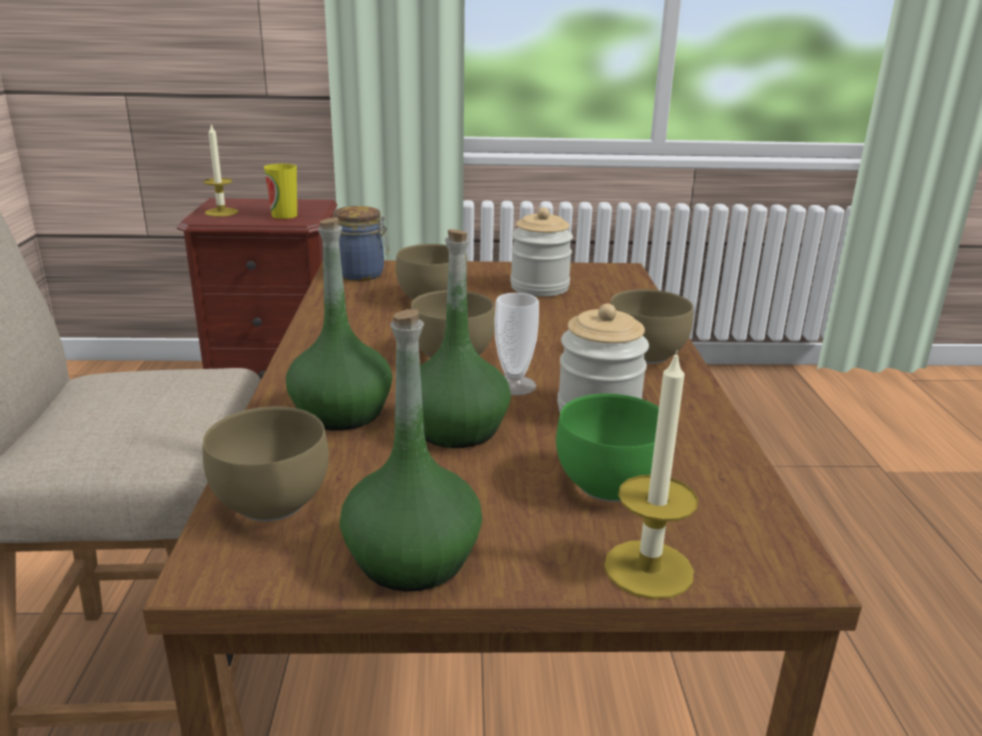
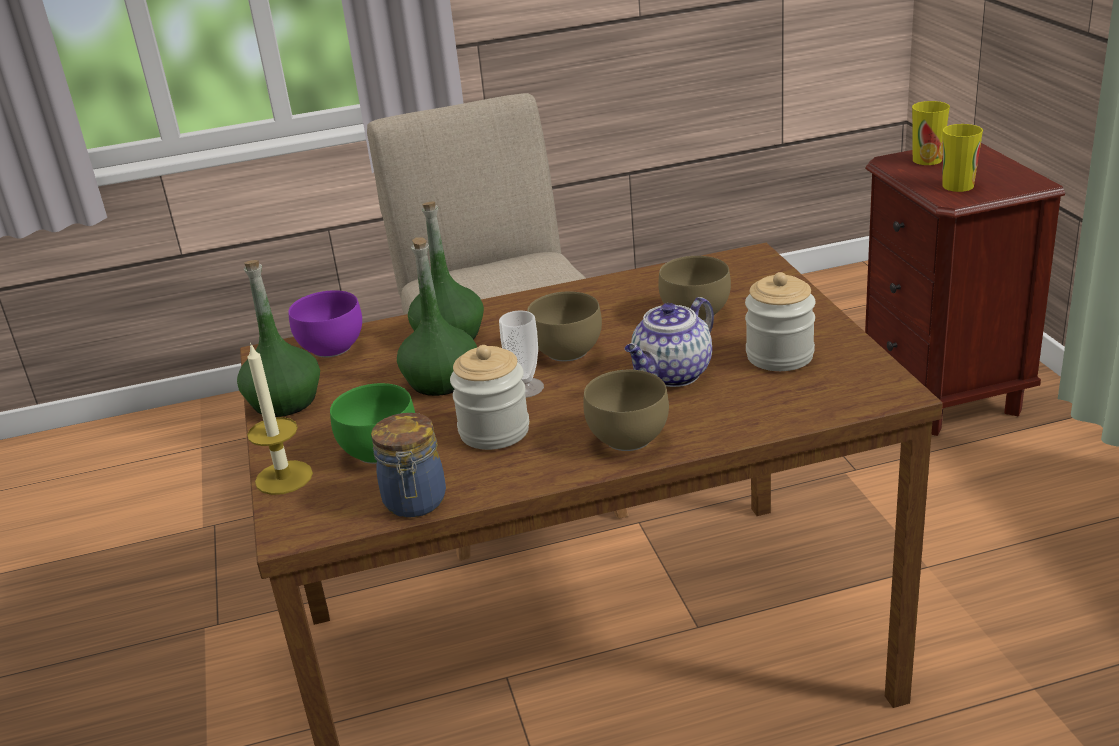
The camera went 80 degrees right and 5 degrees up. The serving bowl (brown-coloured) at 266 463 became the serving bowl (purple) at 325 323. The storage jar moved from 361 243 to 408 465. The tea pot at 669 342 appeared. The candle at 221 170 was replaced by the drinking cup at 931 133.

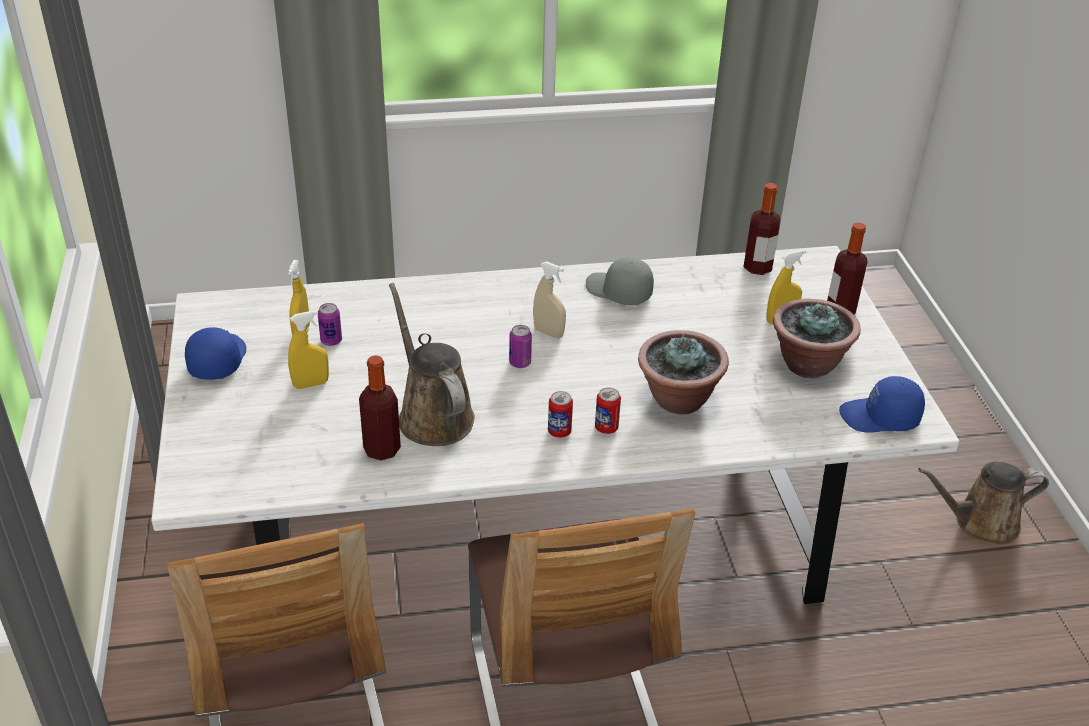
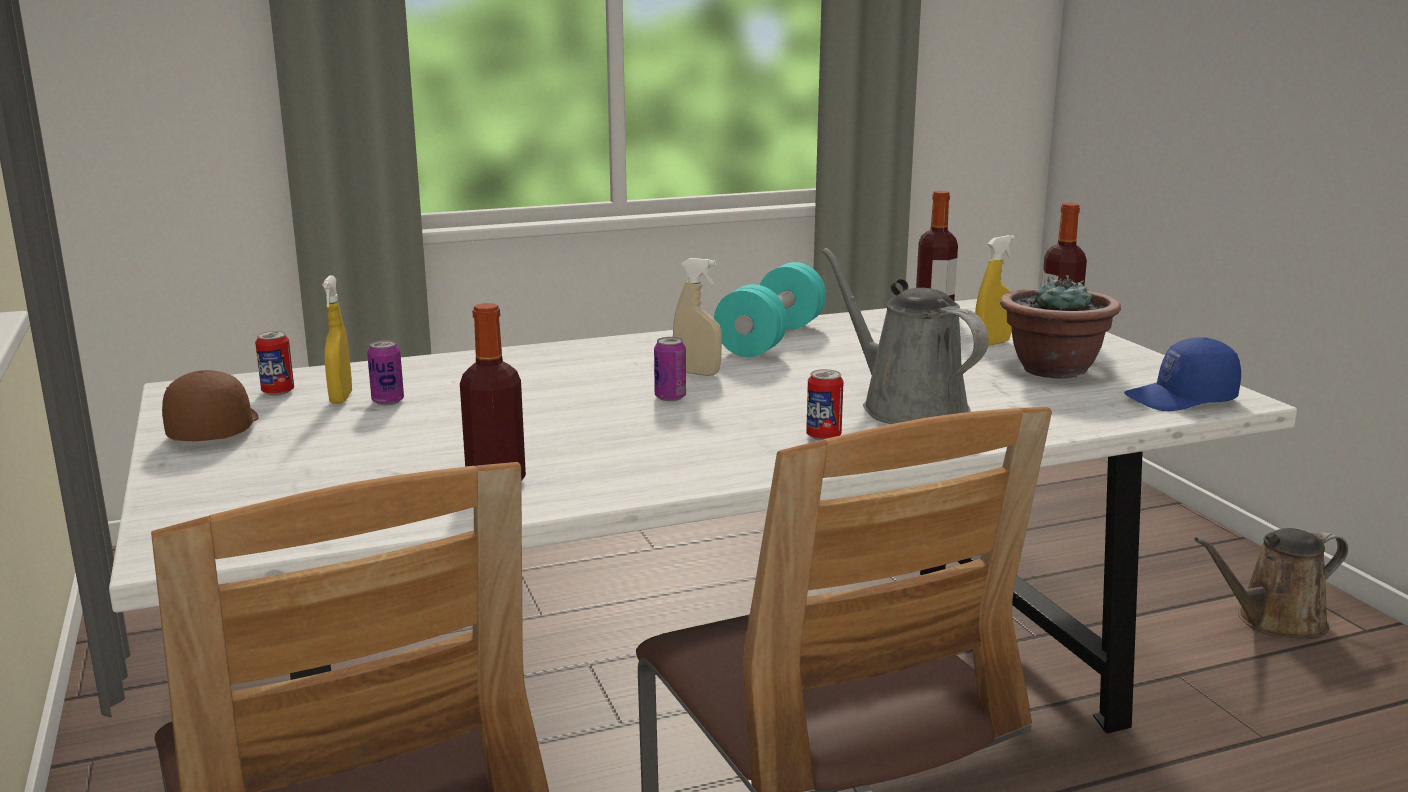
The camera went 10 degrees left and 20 degrees down. The peaked cap (bluish) at 215 353 became the peaked cap (brown-coloured) at 210 405. The sealed can moved from 560 414 to 274 363. The peaked cap (greyish) at 620 281 was replaced by the dumbbell (turquoise) at 770 309. The houseplant at 683 372 was replaced by the watering can (greyish) at 905 336. The hand sprayer (yellowish) at 308 350 disappeared. The watering can (brown-coloured) at 432 364 disappeared.

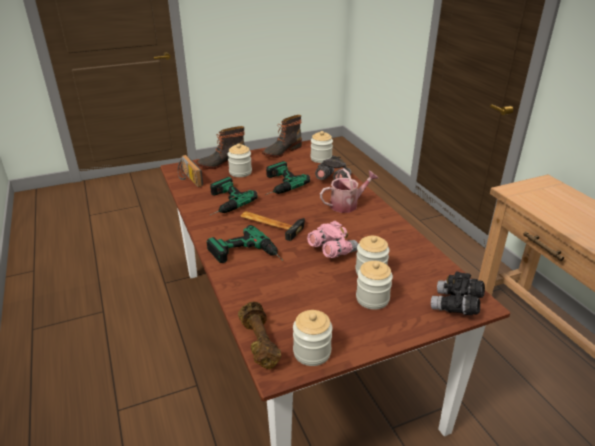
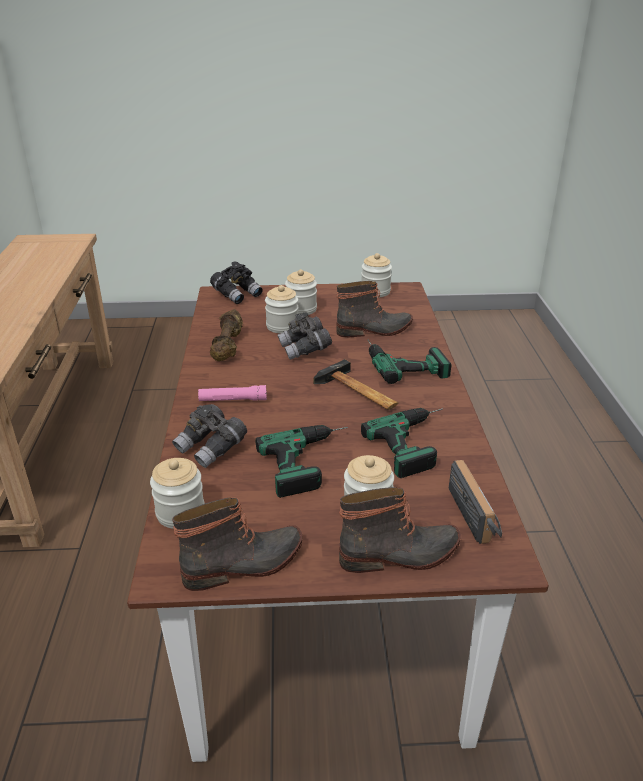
The camera went 160 degrees left and 0 degrees up. The watering can at 349 190 was replaced by the hand torch (pinkish) at 232 393. The dumbbell (brown-coloured) moved from 259 335 to 226 335. The field glasses (pinkish) at 332 239 became the field glasses (greyish) at 304 336. The high-top boot at 374 309 appeared.

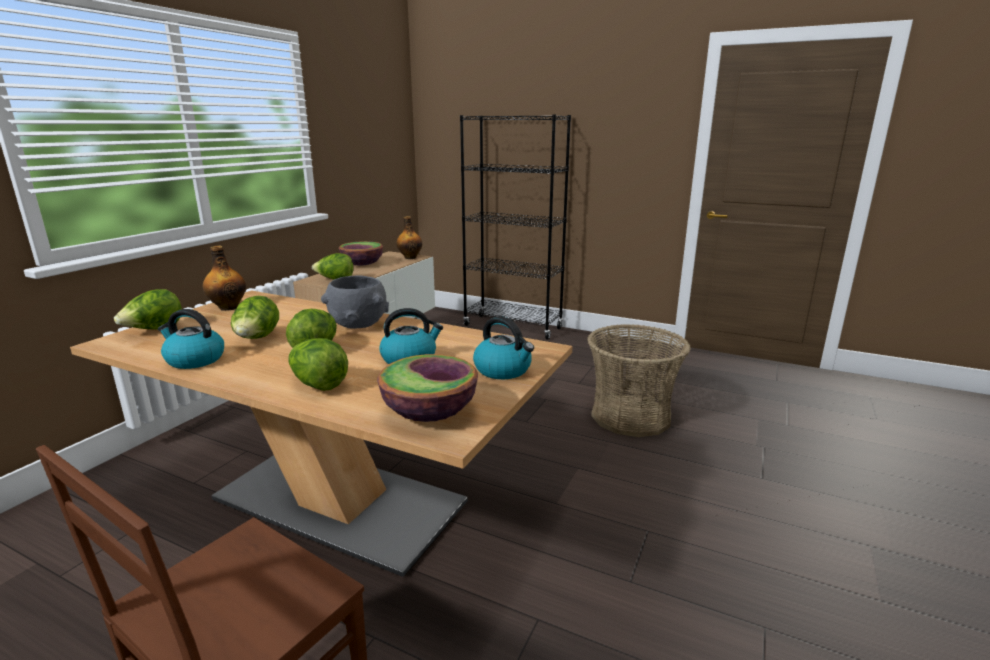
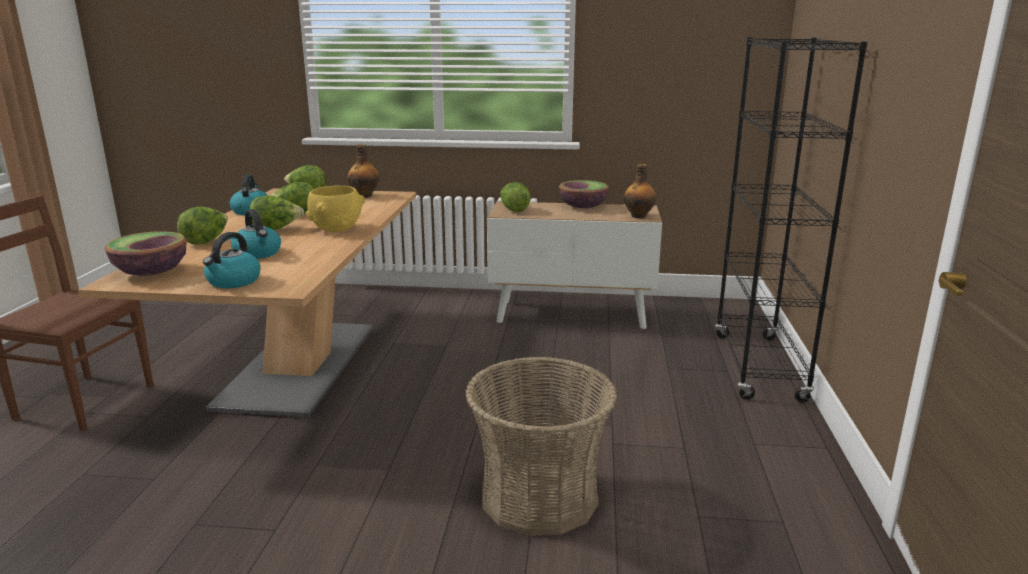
The camera went 70 degrees right and 0 degrees up. The serving bowl (greyish) at 355 302 became the serving bowl (yellowish) at 335 208.

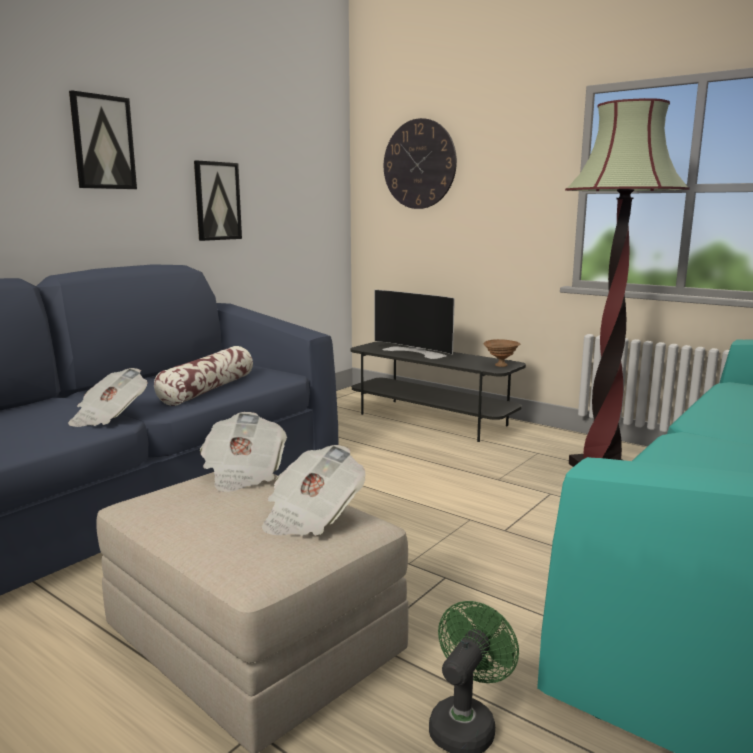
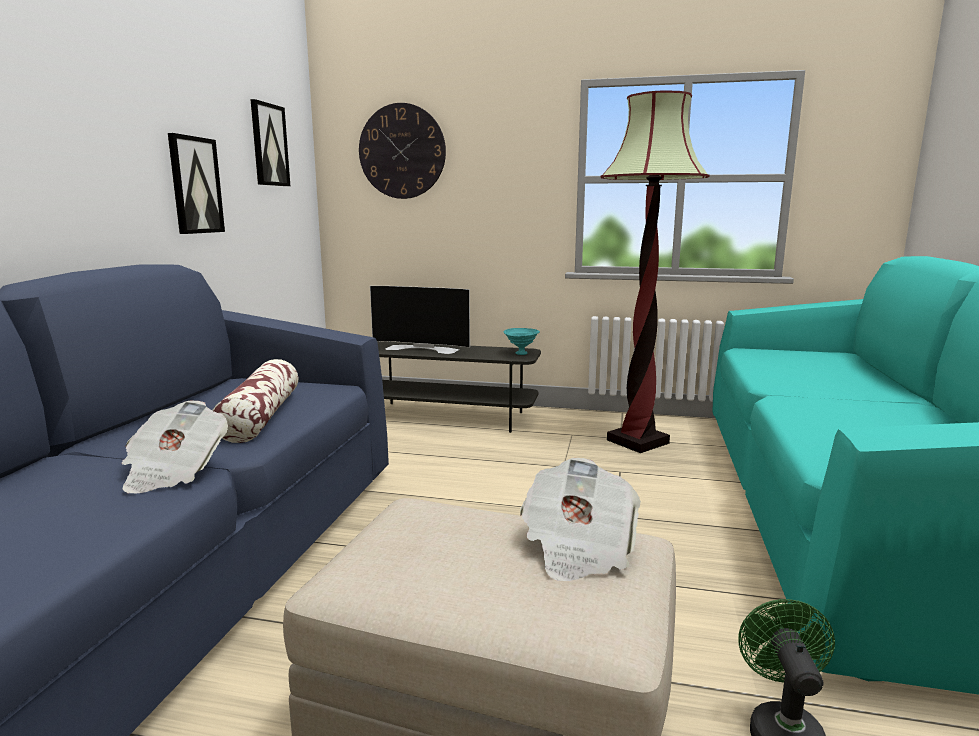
The camera went 25 degrees left and 0 degrees up. The picture moved from 103 139 to 270 142. The serving bowl (brown-coloured) at 501 353 became the serving bowl (turquoise) at 522 341. The daily paper at 243 452 disappeared.

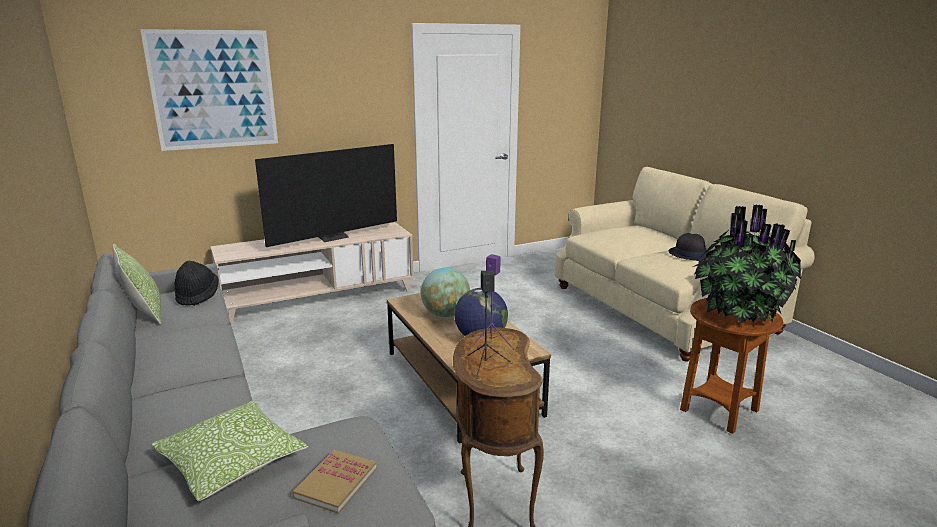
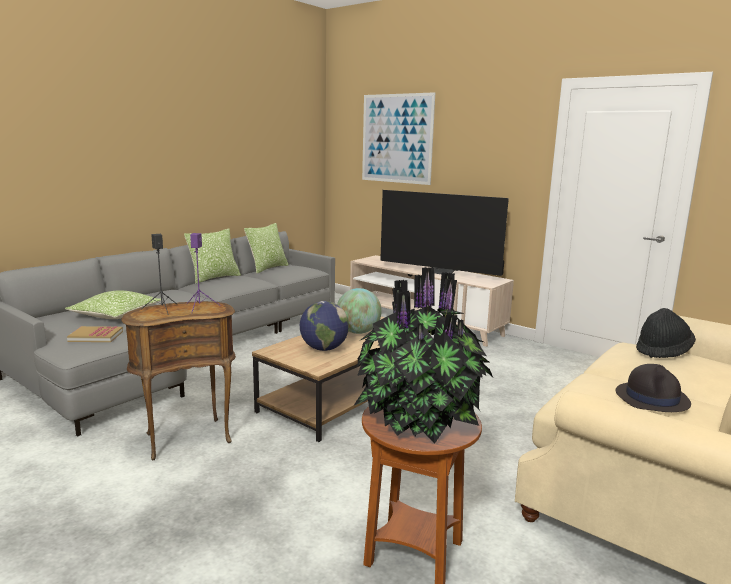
The camera went 65 degrees right and 5 degrees down. The cushion at 212 256 appeared. The hat (blackish) moved from 197 283 to 666 333.

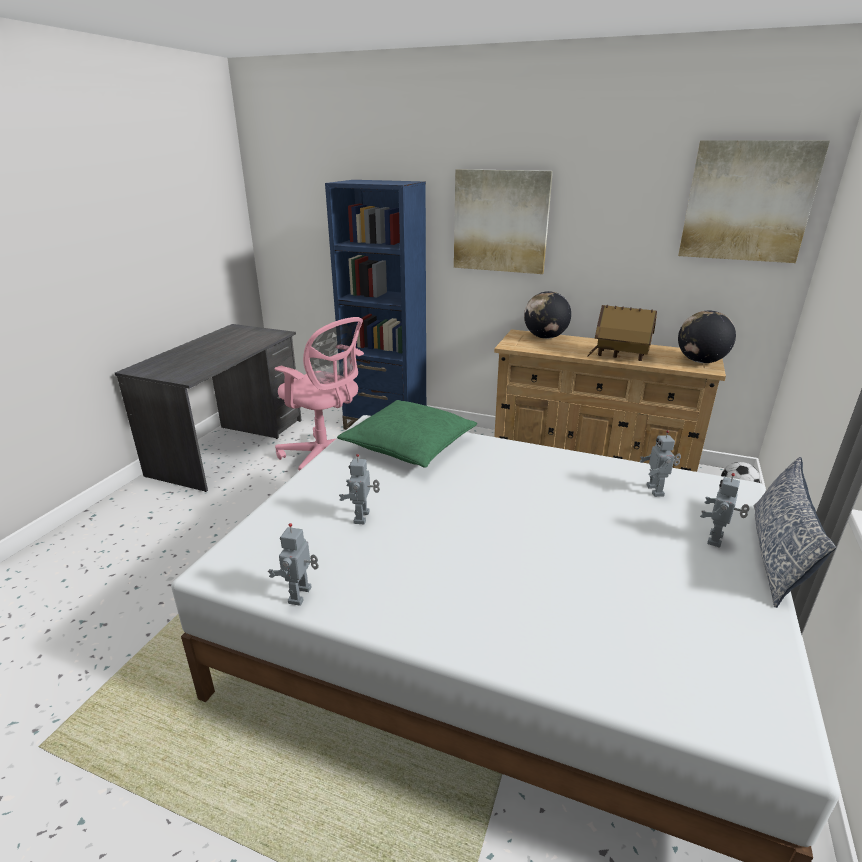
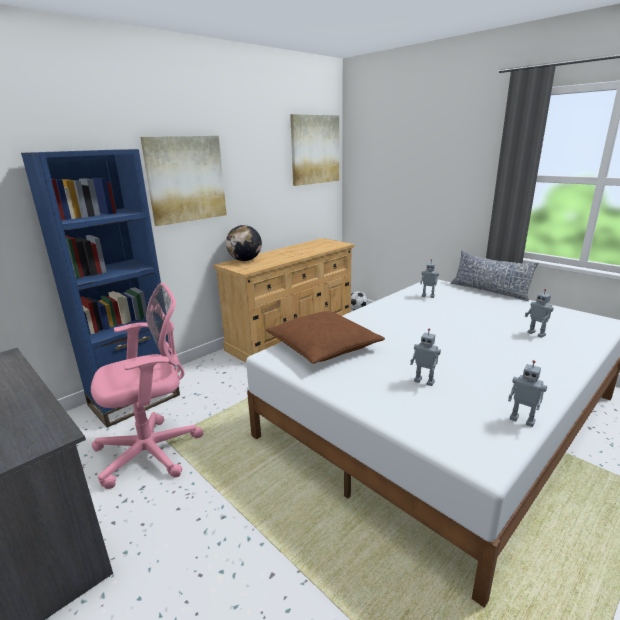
The camera went 65 degrees left and 5 degrees down. The cushion (green) at 407 434 became the cushion (brown-coloured) at 325 337. The robot figure moved from 725 510 to 539 313. The model house at 622 333 disappeared. The world globe at 707 336 disappeared.

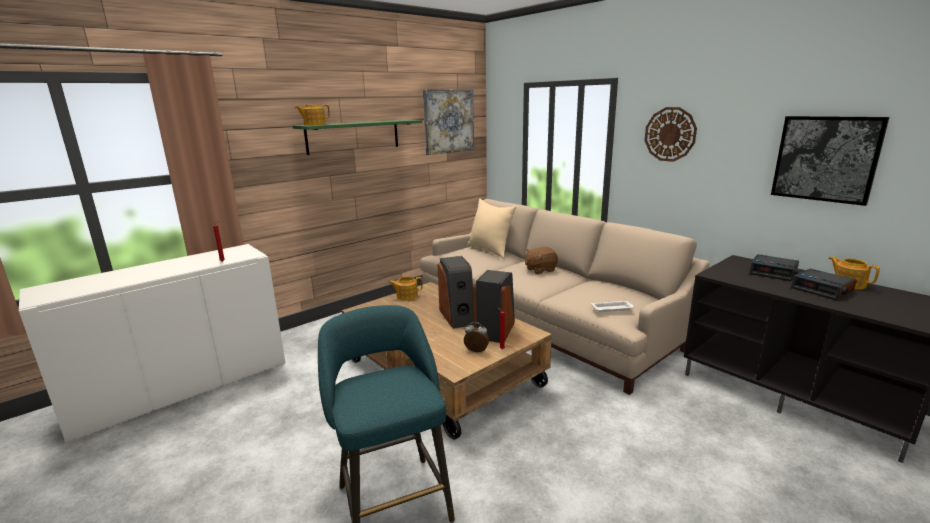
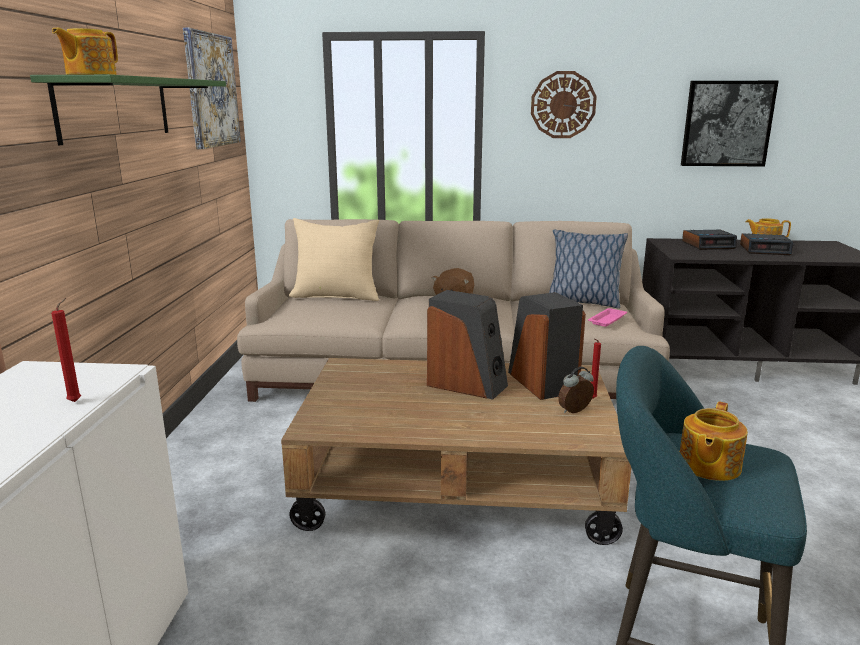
The camera went 45 degrees left and 0 degrees up. The cushion at 588 269 appeared. The tray (white-coloured) at 612 306 became the tray (pinkish) at 607 317. The tea pot moved from 406 288 to 714 441.

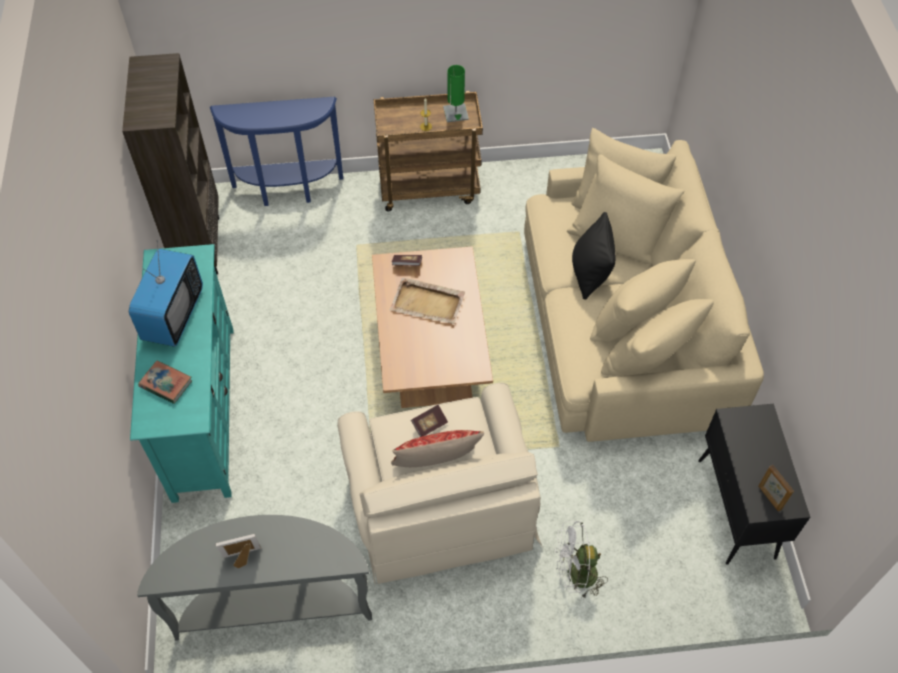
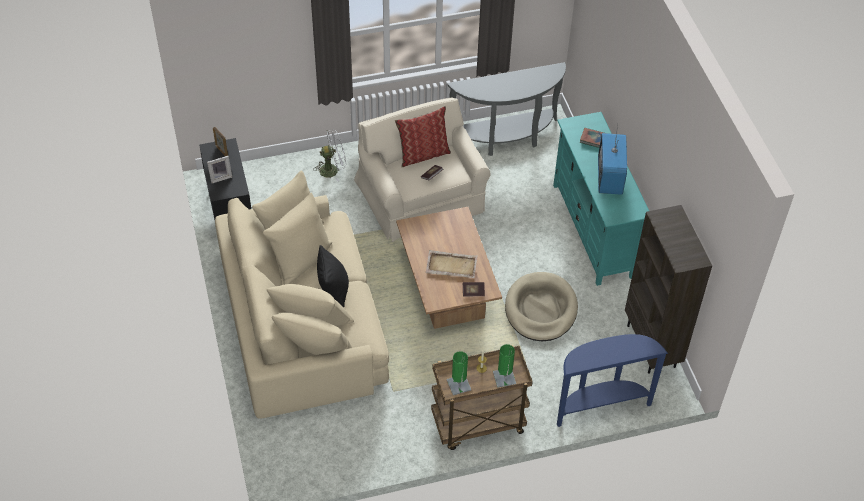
The camera went 170 degrees right and 5 degrees down. The photo frame moved from 238 551 to 219 169. The table lamp (green) at 504 366 appeared. The pet bed (beige-coloured) at 541 306 appeared.

